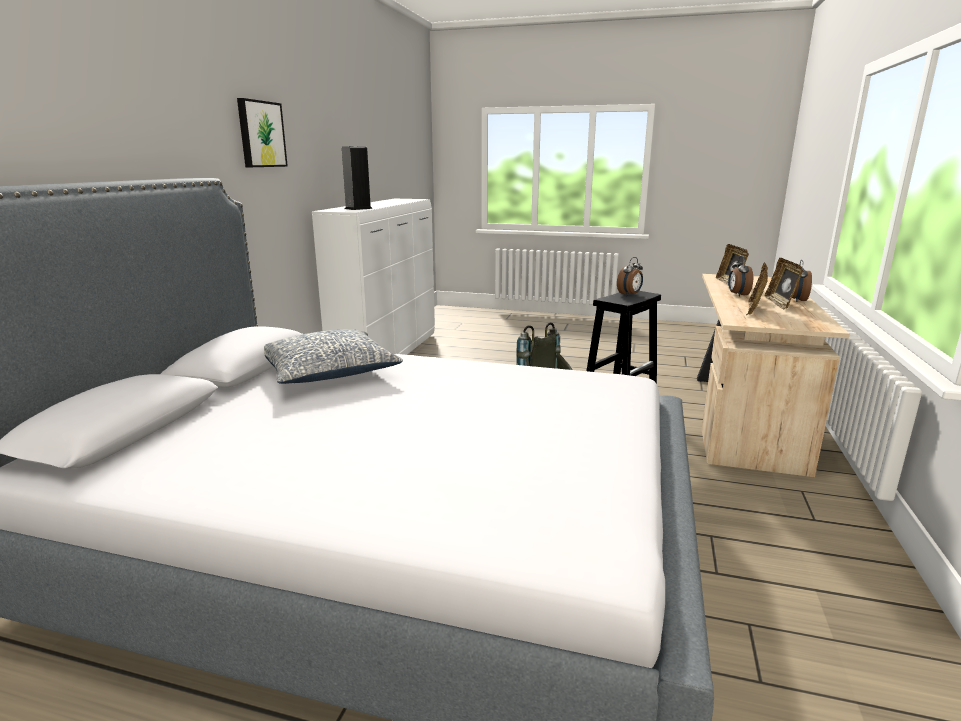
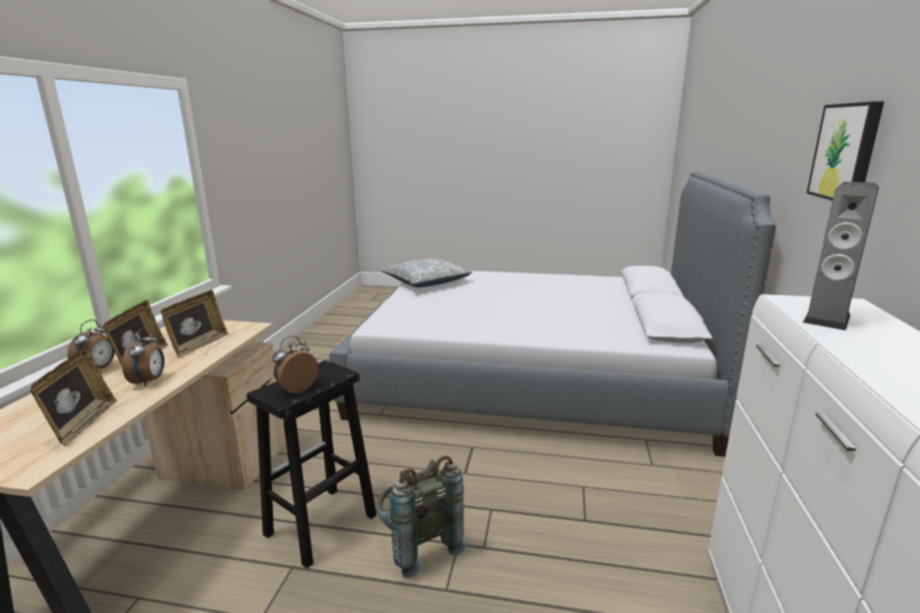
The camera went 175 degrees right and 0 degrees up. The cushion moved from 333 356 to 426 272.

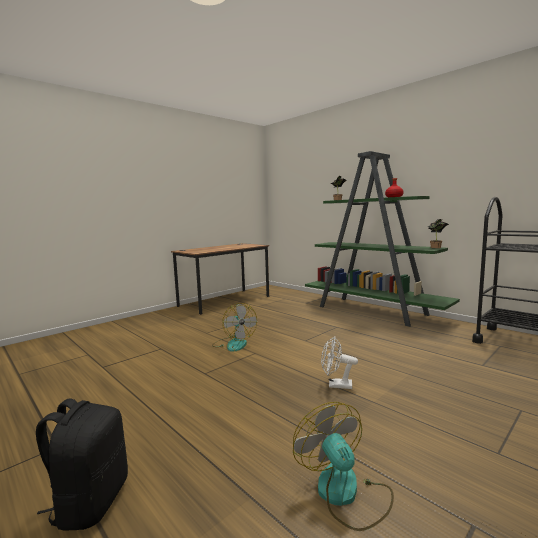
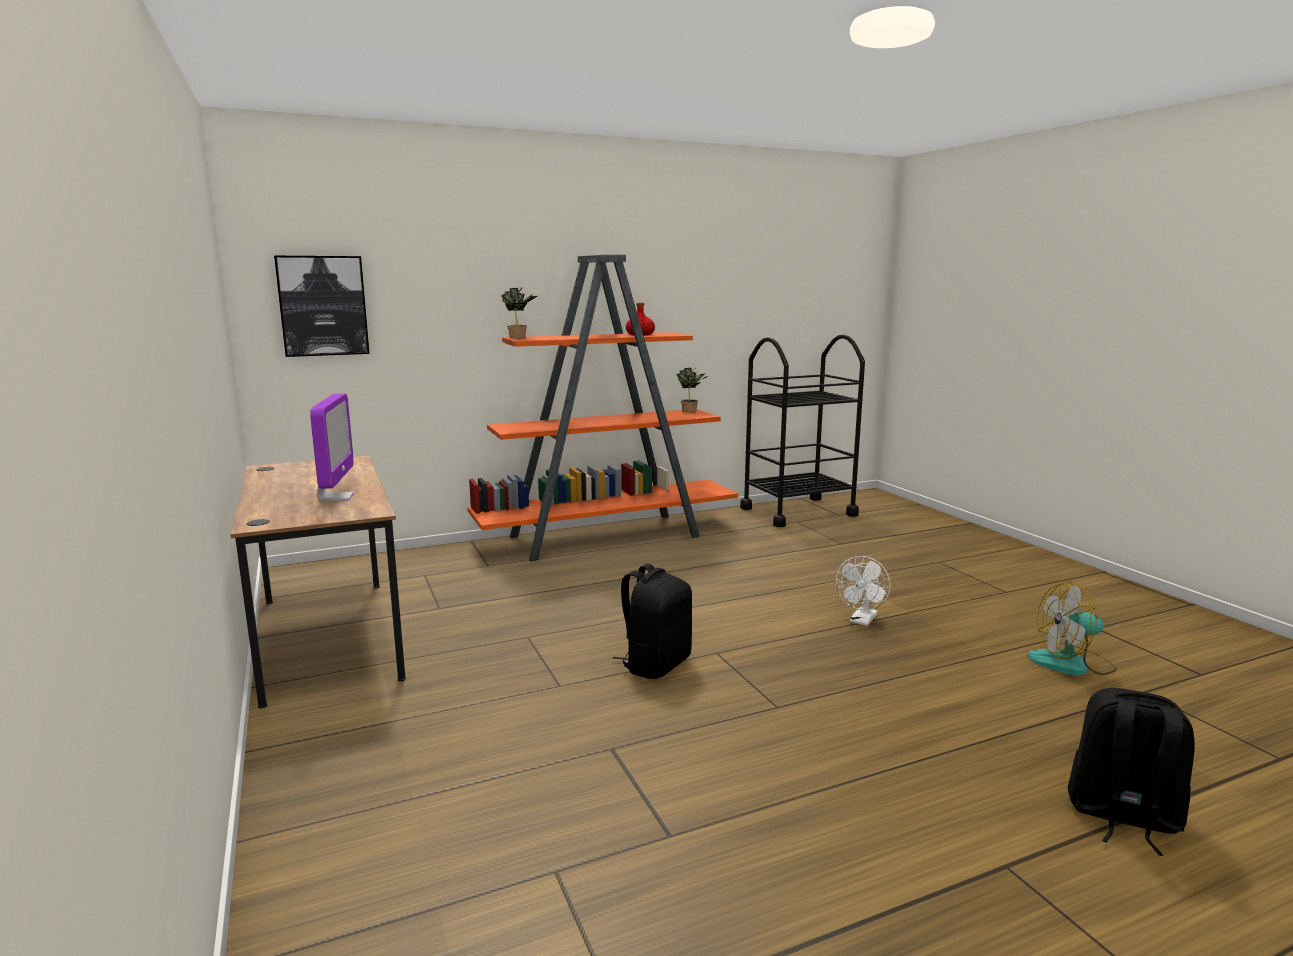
The camera went 70 degrees left and 5 degrees up. The picture at 321 306 appeared. The computer display at 332 447 appeared. The bookcase (green) at 382 239 became the bookcase (orangey) at 602 408. The fan at 234 327 was replaced by the rucksack (blackish) at 652 621.

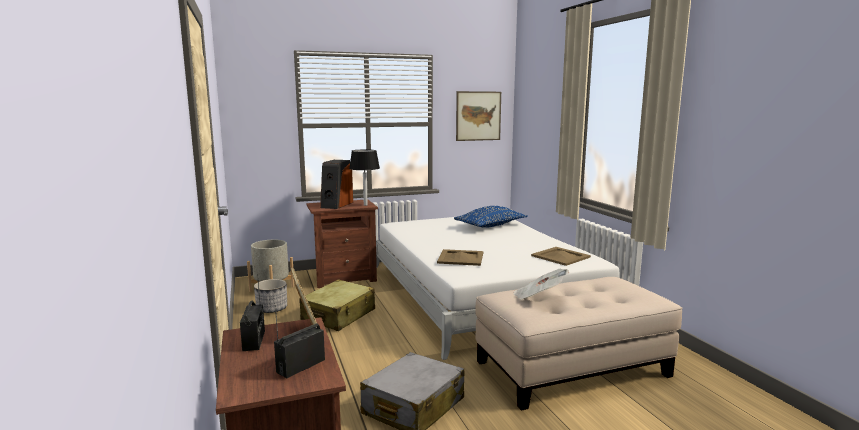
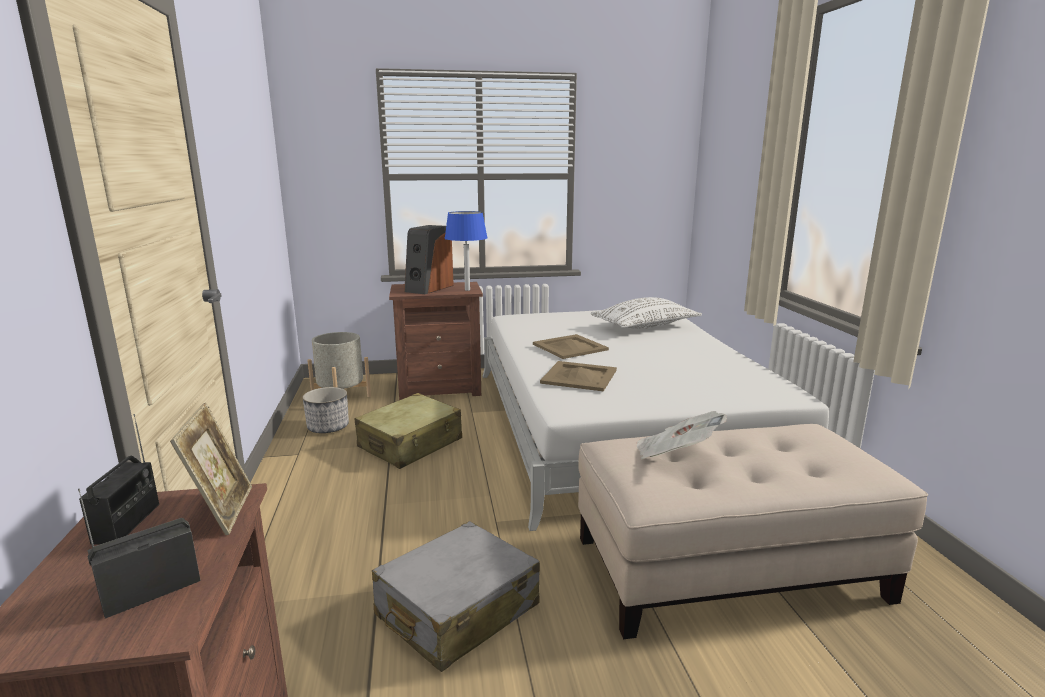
The camera went 10 degrees right and 5 degrees up. The table lamp (blackish) at 364 177 became the table lamp (bluish) at 466 251. The tray (beige-coloured) moved from 561 256 to 571 346. The cushion (bluish) at 491 217 became the cushion (white-coloured) at 646 313. The picture at 478 116 disappeared.

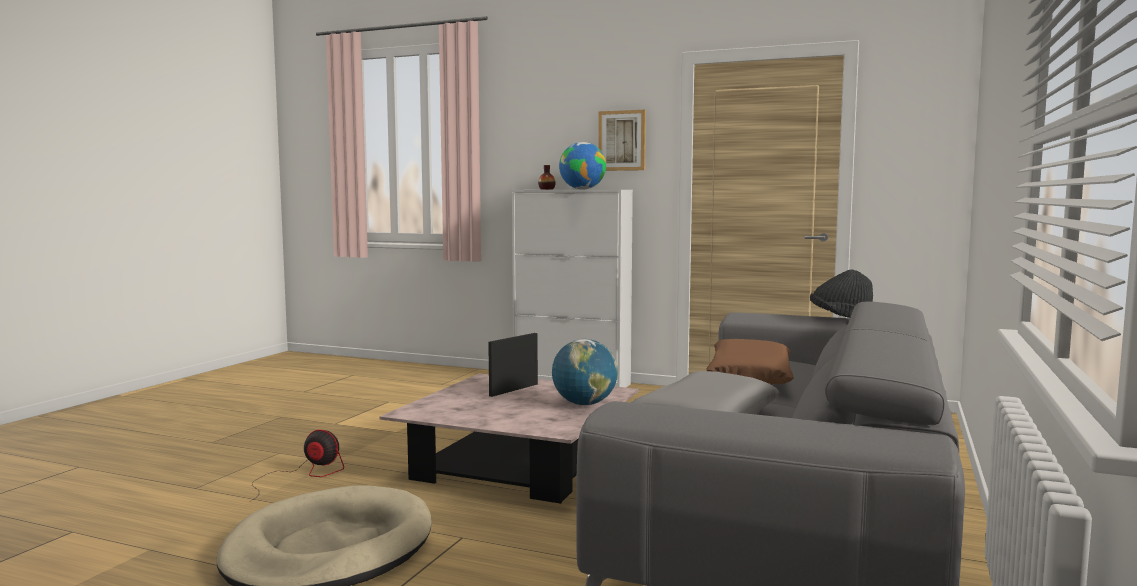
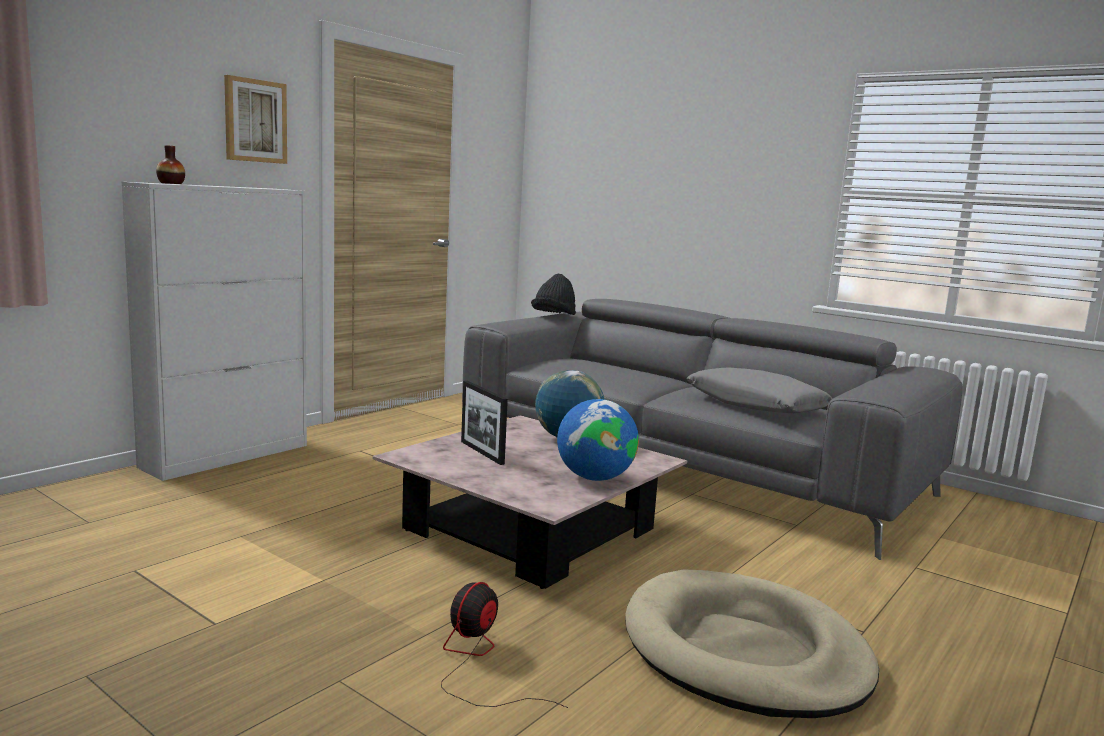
The camera went 75 degrees left and 5 degrees up. The world globe moved from 582 165 to 598 440. The cushion (brown-coloured) at 750 361 disappeared.

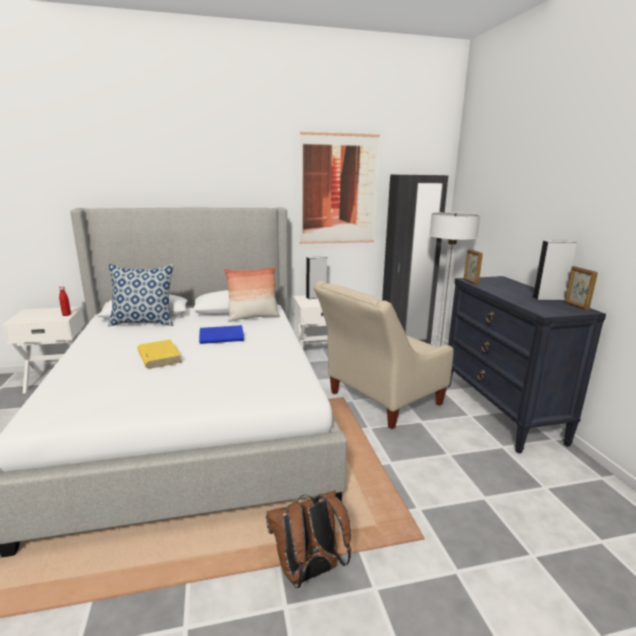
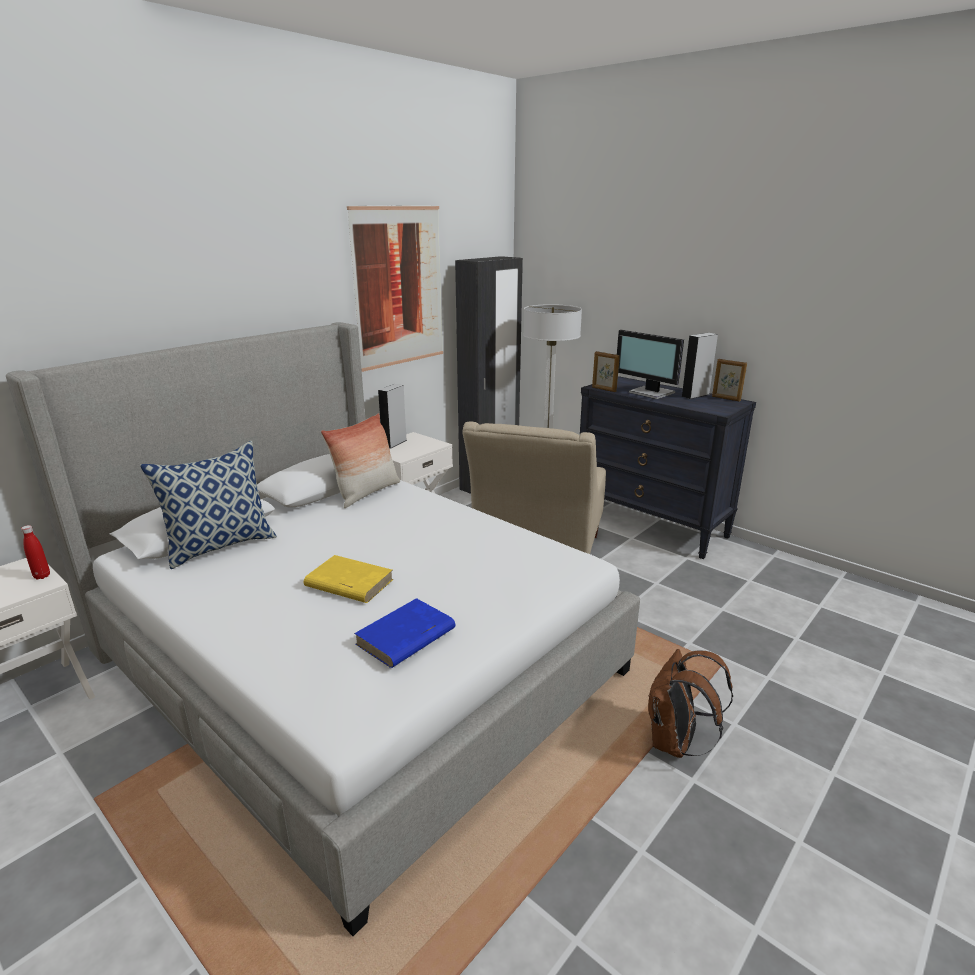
The camera went 35 degrees left and 5 degrees up. The book (bluish) moved from 221 334 to 404 633. The computer display at 650 364 appeared.

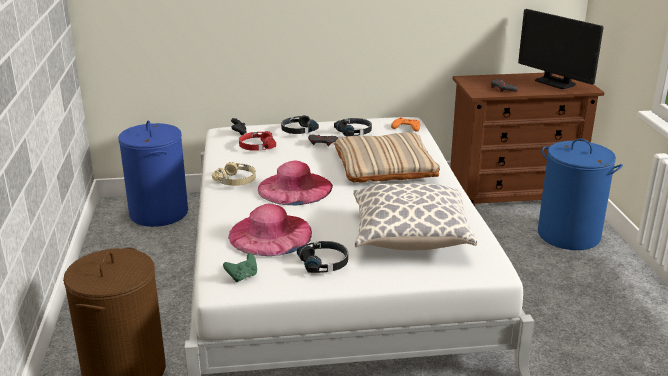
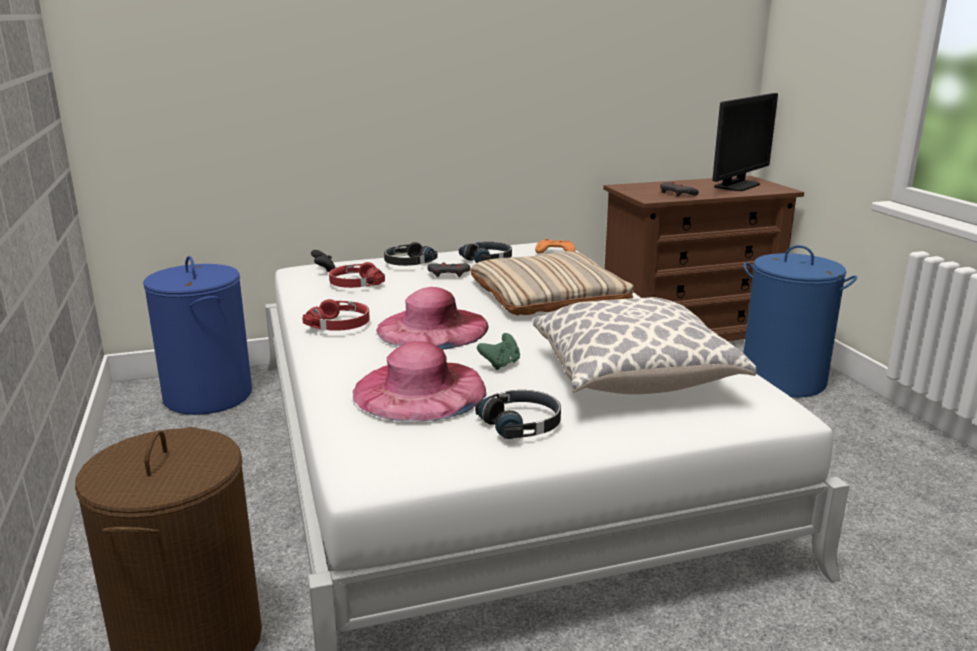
The camera went 10 degrees left and 5 degrees down. The headphones (beige-coloured) at 234 174 became the headphones (red-coloured) at 336 315. The joypad (green) moved from 240 267 to 498 351. The computer display at 561 49 turned 90 degrees counterclockwise.

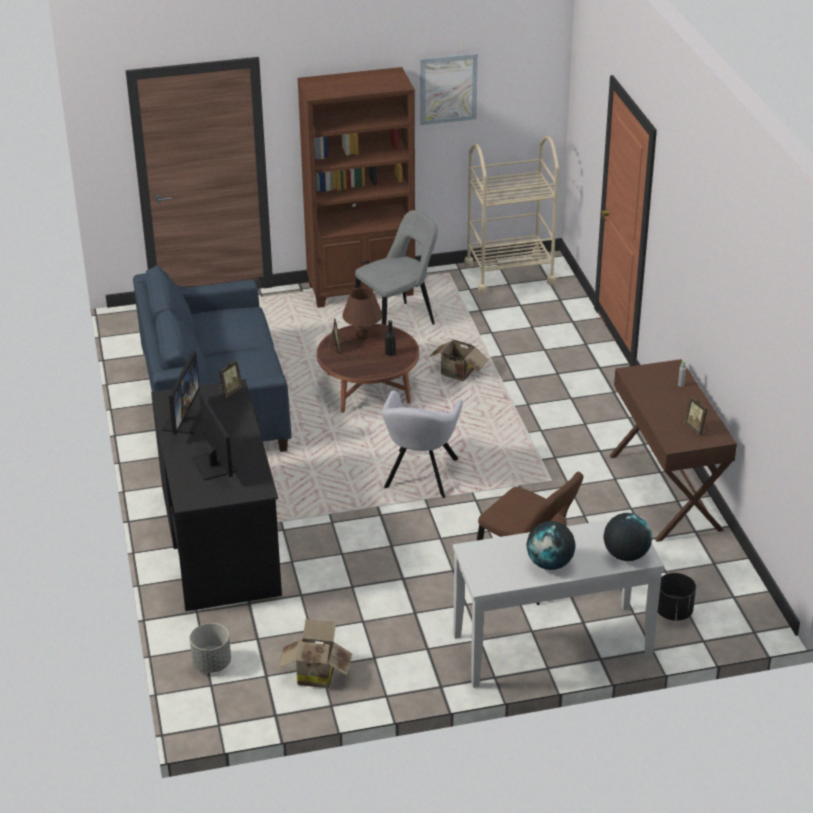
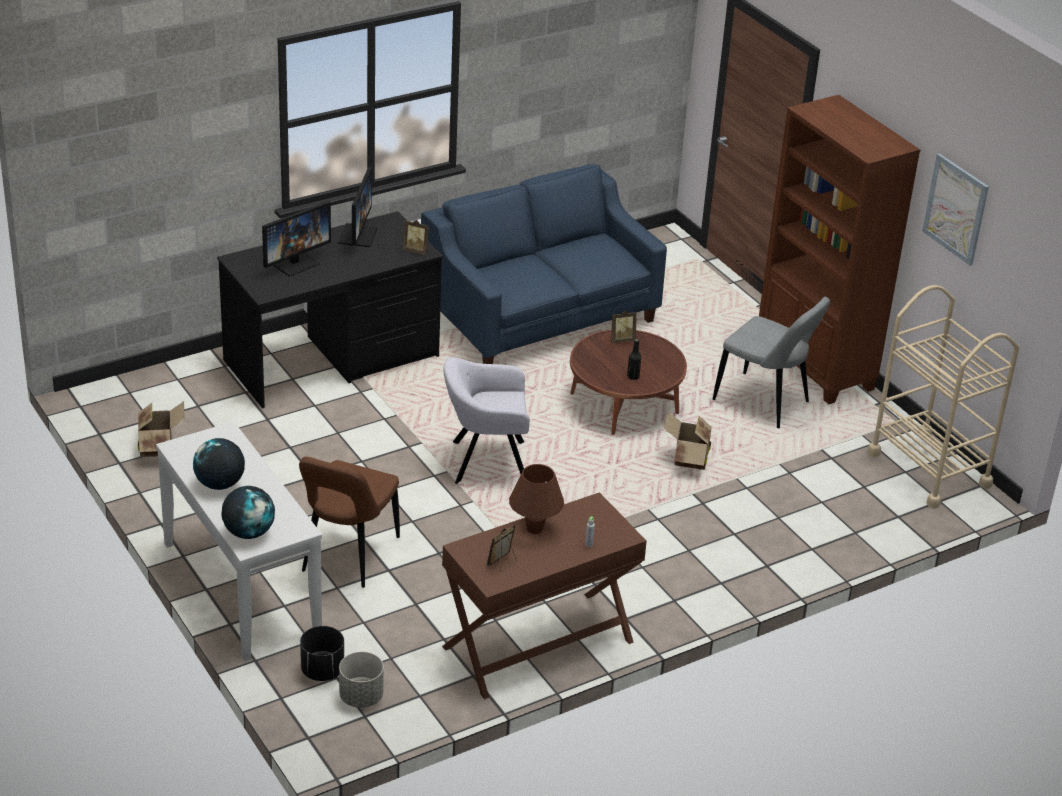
The camera went 70 degrees right and 0 degrees up. The computer display at 181 393 turned 75 degrees counterclockwise. The plant pot (greyish) moved from 210 648 to 361 680. The table lamp (brown-coloured) moved from 362 314 to 536 499.

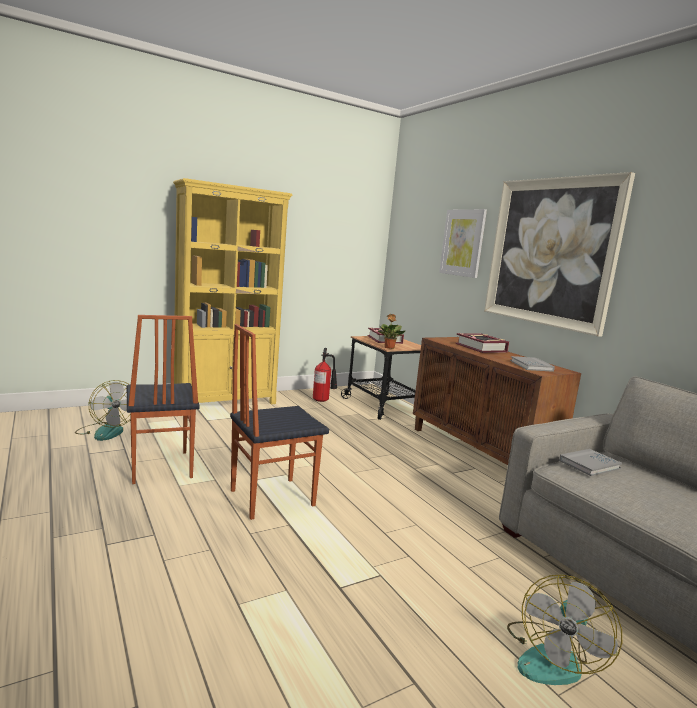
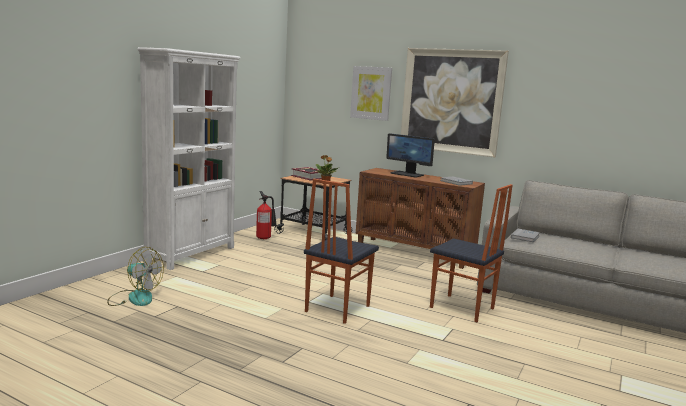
The camera went 30 degrees left and 0 degrees up. The bookcase (yellowish) at 232 291 became the bookcase (white-coloured) at 189 158. The book at 482 343 was replaced by the computer display at 410 155. The chair moved from 163 399 to 471 253. The fan at 564 630 disappeared.

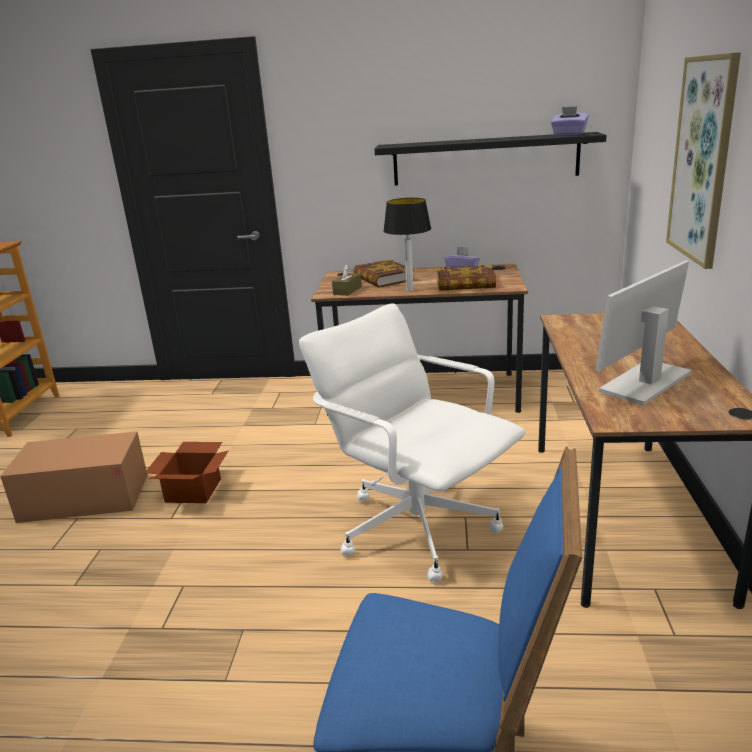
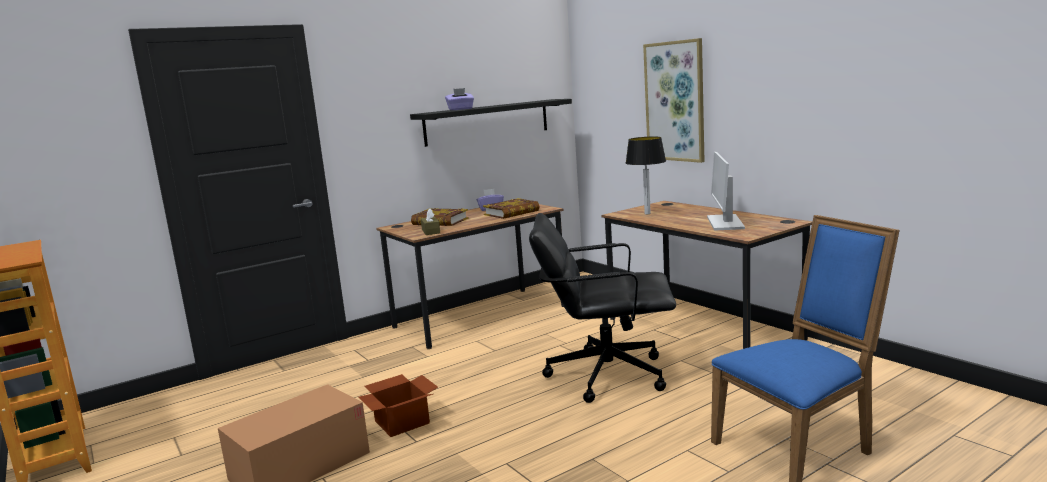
The camera went 40 degrees left and 10 degrees down. The box of tissues (purple) moved from 570 121 to 459 99. The desk chair (white-coloured) at 412 443 became the desk chair (blackish) at 602 308. The table lamp moved from 407 245 to 646 175.

